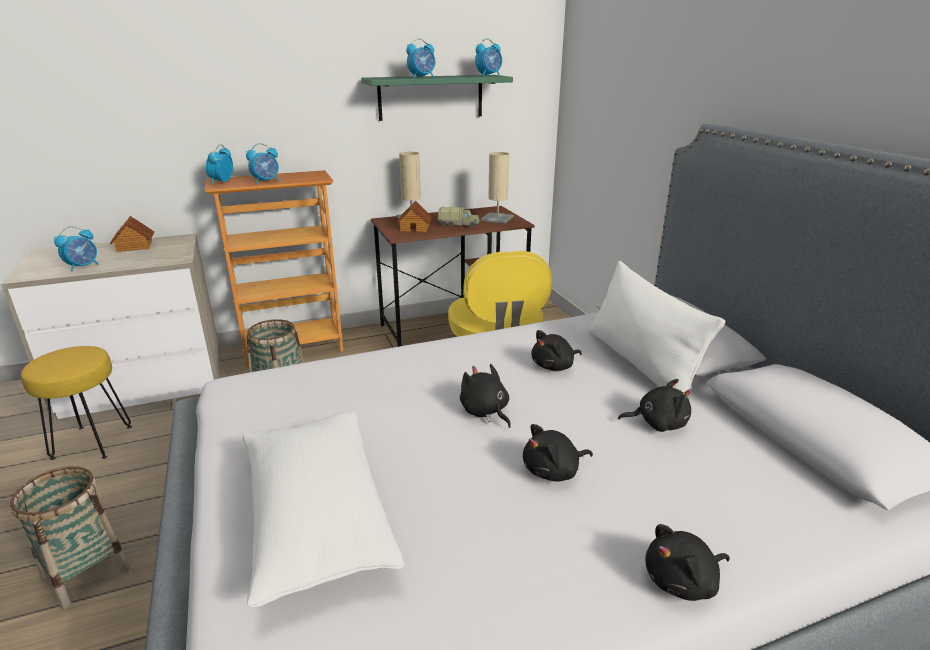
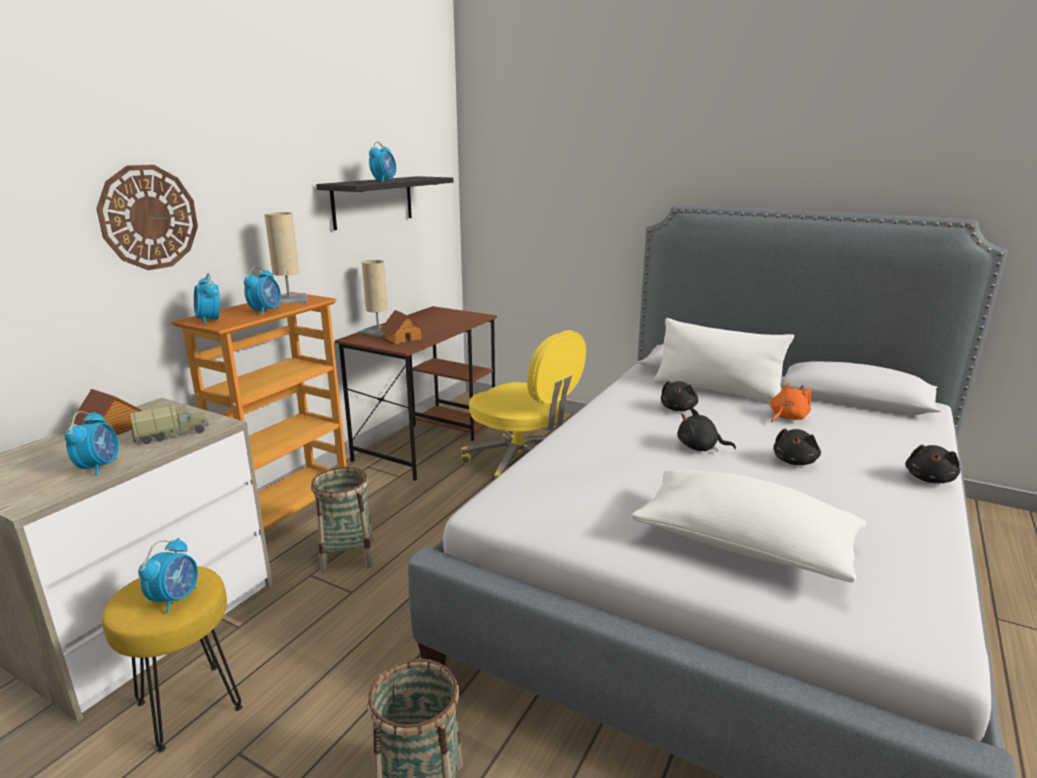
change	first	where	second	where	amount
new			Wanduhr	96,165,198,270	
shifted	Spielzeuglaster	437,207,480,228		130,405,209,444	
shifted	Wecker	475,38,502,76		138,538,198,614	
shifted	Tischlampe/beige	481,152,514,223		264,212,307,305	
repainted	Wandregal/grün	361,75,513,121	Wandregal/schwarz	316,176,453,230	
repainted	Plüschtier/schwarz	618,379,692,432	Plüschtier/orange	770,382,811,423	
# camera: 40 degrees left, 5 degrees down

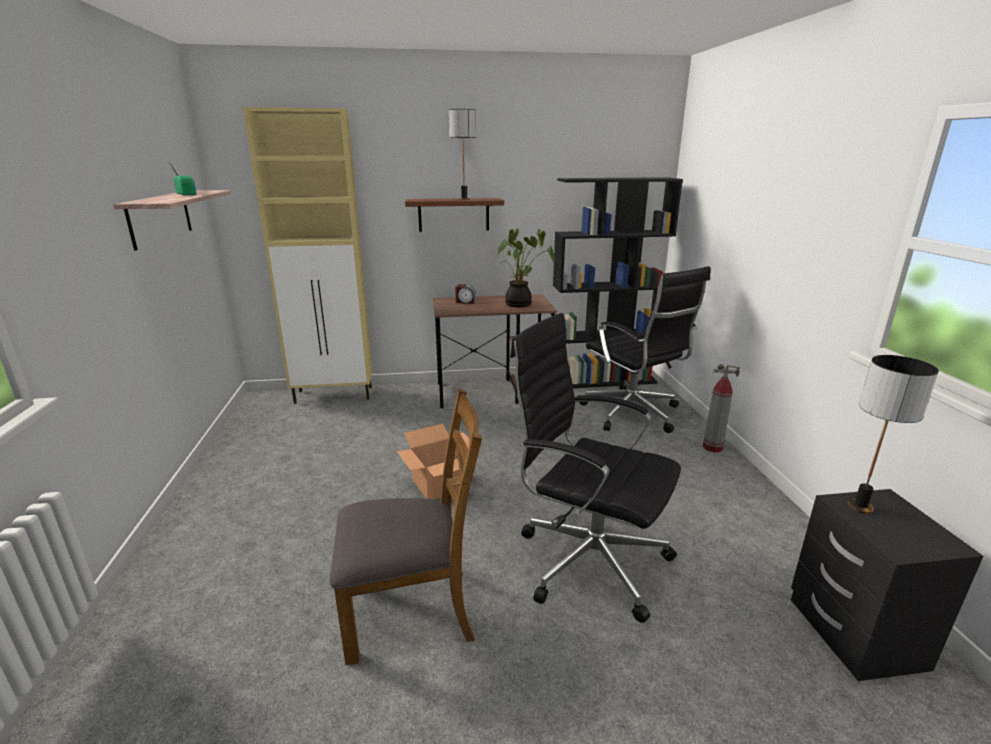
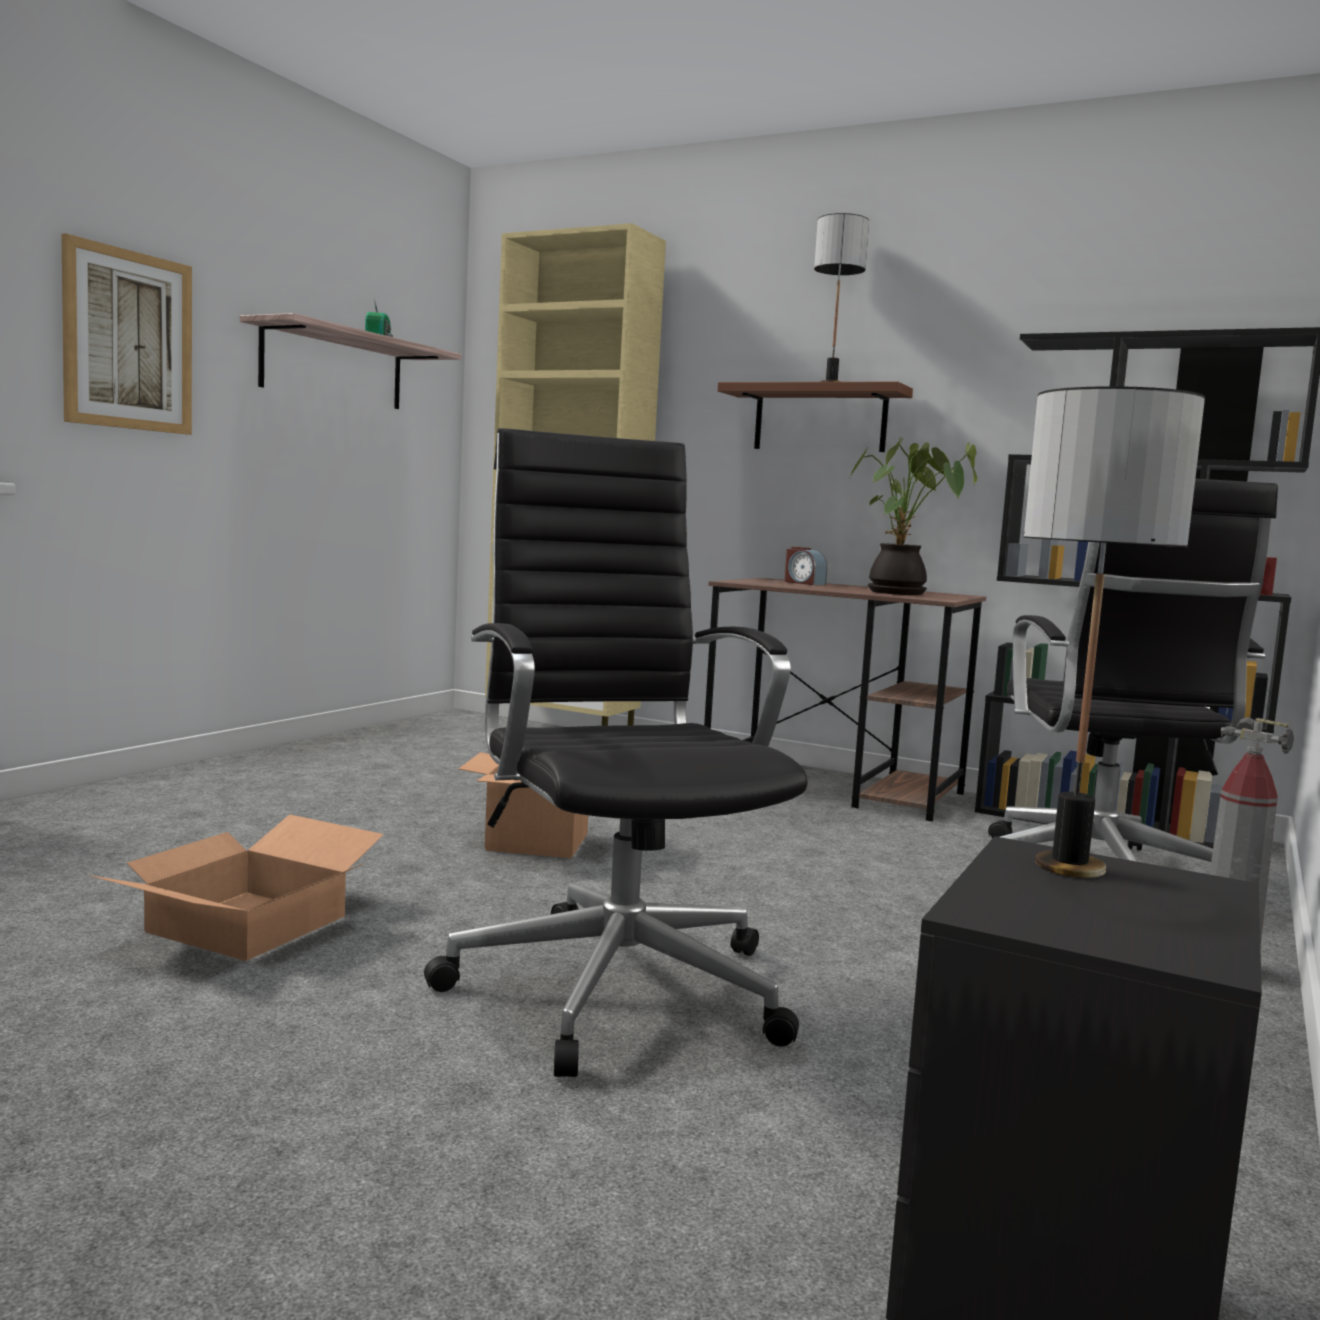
change	first	where	second	where	amount
new			Bild	61,233,192,435	
swapped	Stuhl/braun	330,389,482,665	Karton	89,814,384,961	
# camera: 35 degrees right, 15 degrees down

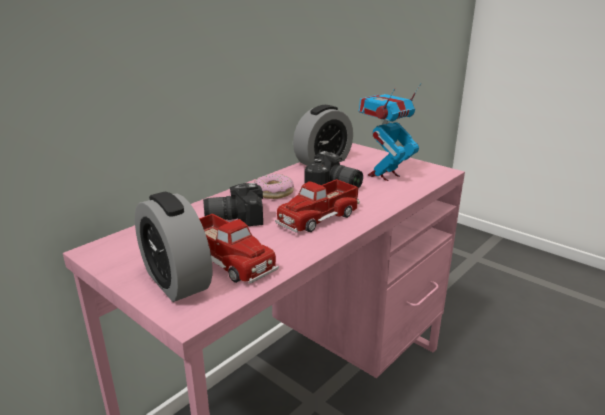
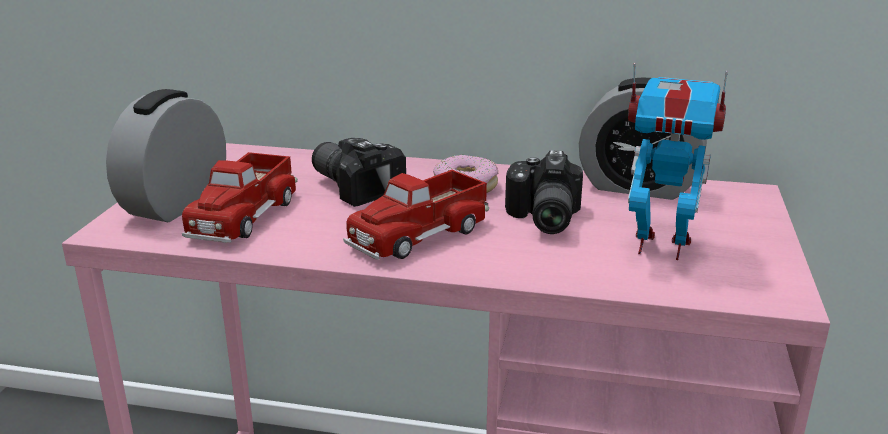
change	first	where	second	where	amount
rotated	Spielzeuglaster	275,179,360,233		343,170,489,260	60 degrees counterclockwise
# camera: 60 degrees right, 0 degrees up

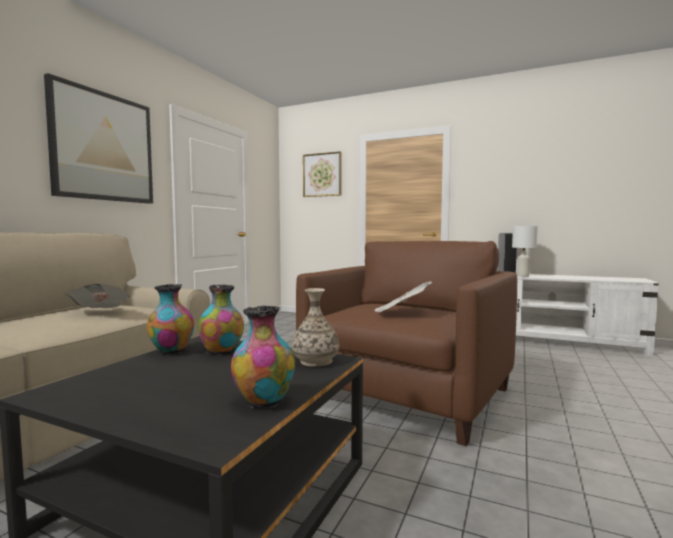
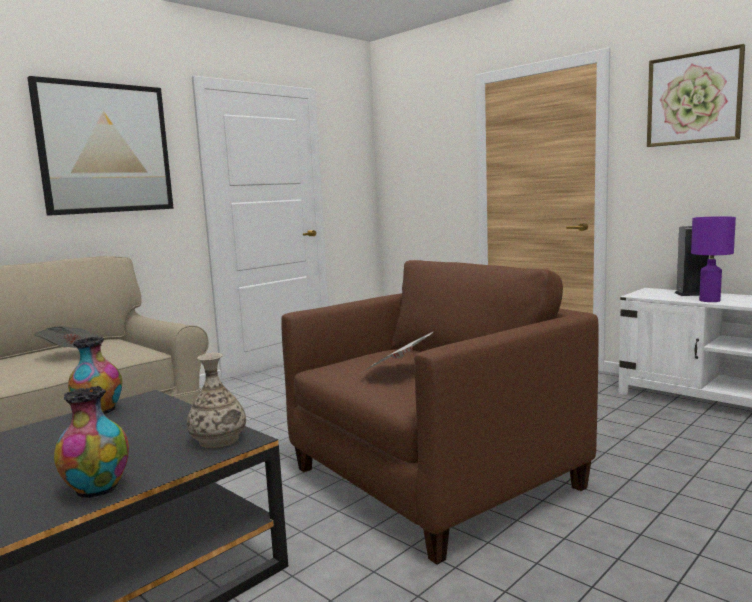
change	first	where	second	where	amount
shifted	Bild	303,151,342,197		647,44,745,147	
repainted	Tischlampe/weiß	512,226,538,277	Tischlampe/lila	691,216,736,302	
gone	Vase	198,285,244,356			
# camera: 20 degrees right, 5 degrees up

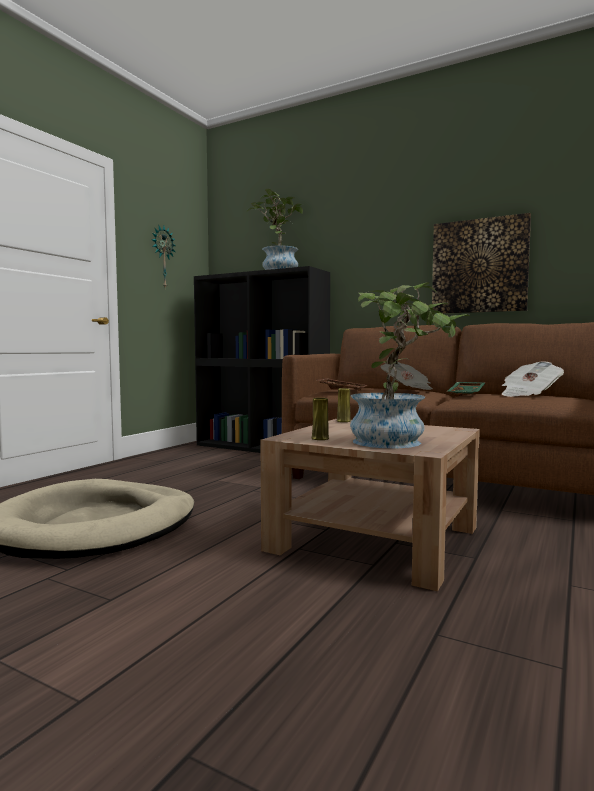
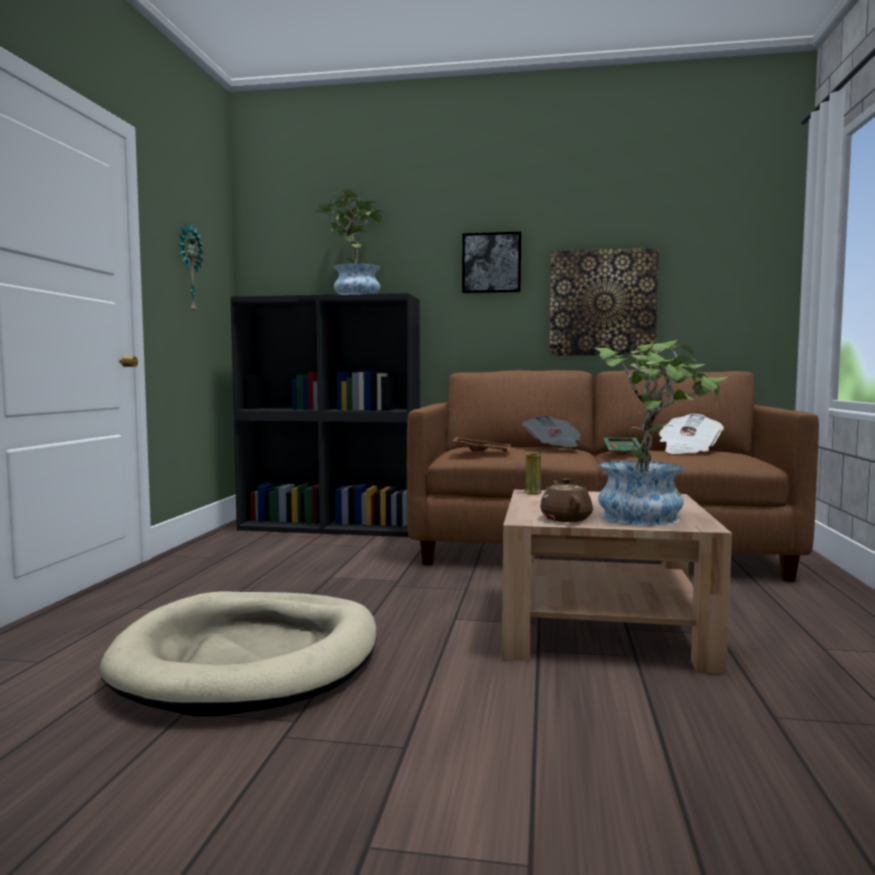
change	first	where	second	where	amount
new			Bild	462,232,522,294	
swapped	Vase/gelb	312,398,329,440	Teekanne/braun	540,479,593,522	
# camera: 20 degrees left, 0 degrees up

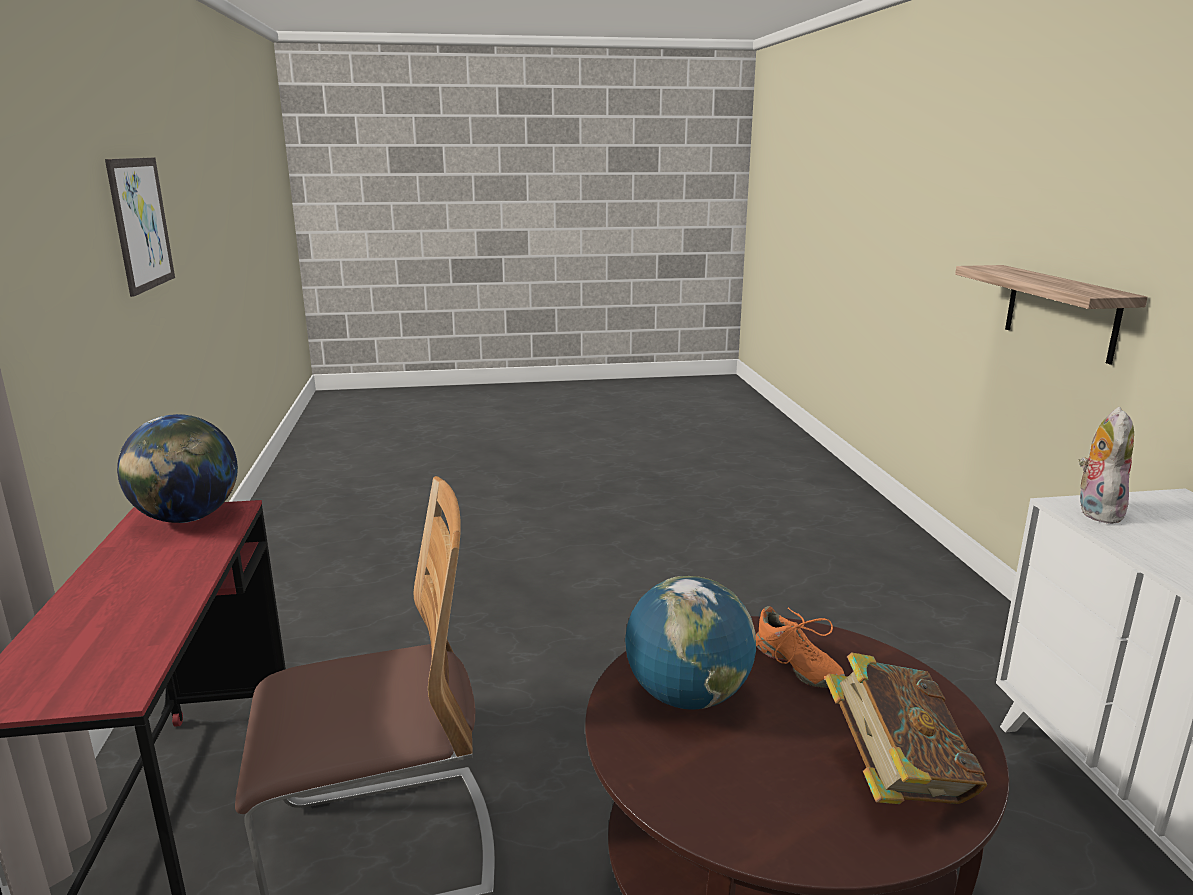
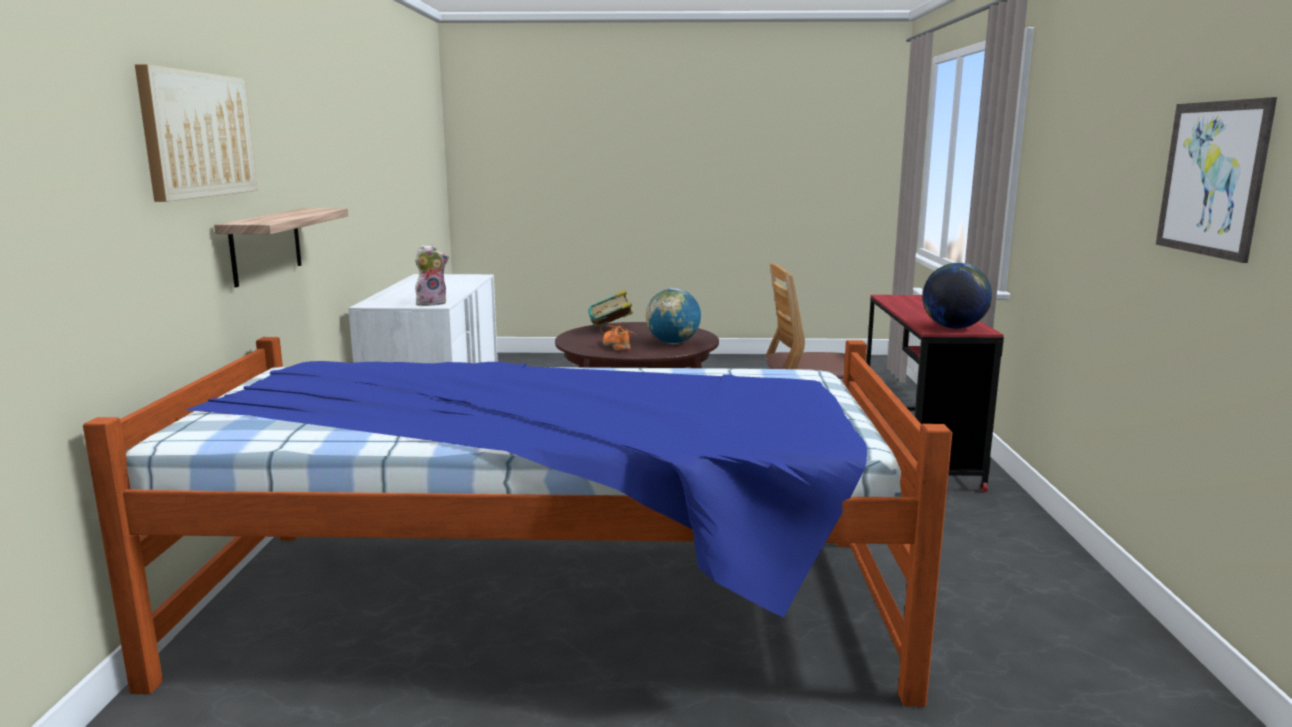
change	first	where	second	where	amount
new			Bett	83,337,952,707	
new			Bild	135,64,257,202	
rotated	Plüschtier	1079,407,1134,524		415,244,449,306	150 degrees counterclockwise
# camera: 170 degrees left, 5 degrees down

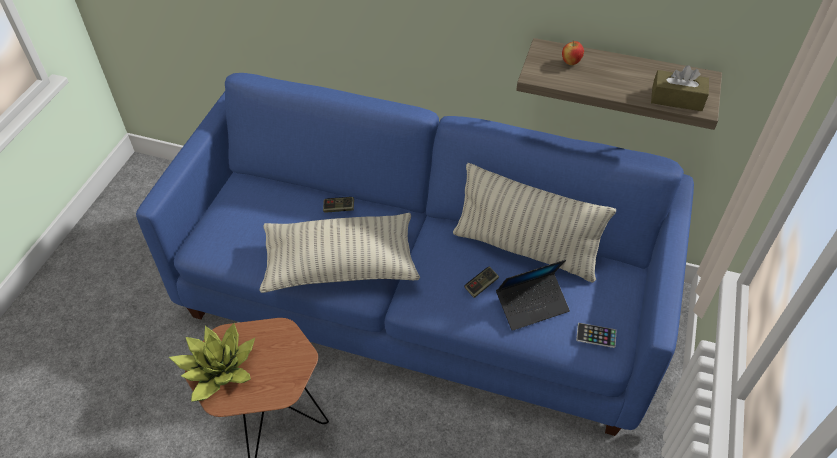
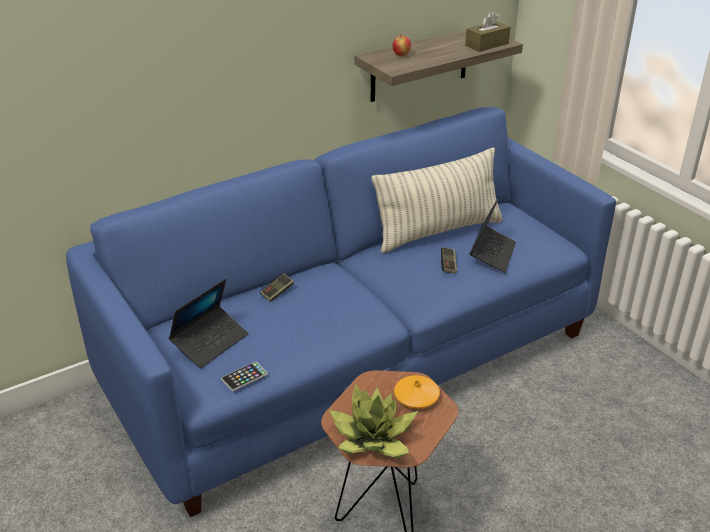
change	first	where	second	where	amount
new			Laptop	169,279,249,368	
shifted	Handy	576,323,617,348		221,361,268,391	
new			Vase/orange	394,375,440,409	
gone	Kissen	259,213,420,293			
# camera: 50 degrees left, 15 degrees down

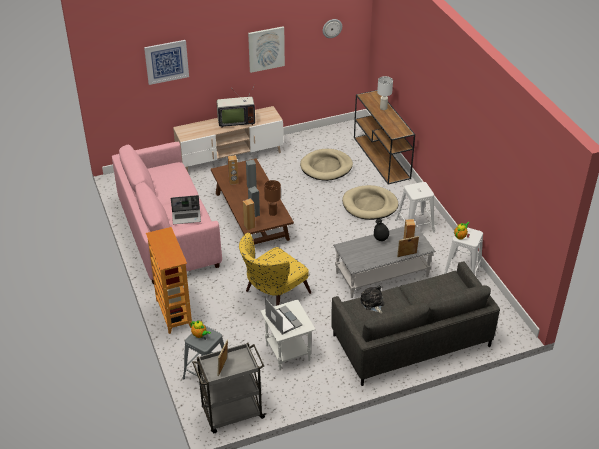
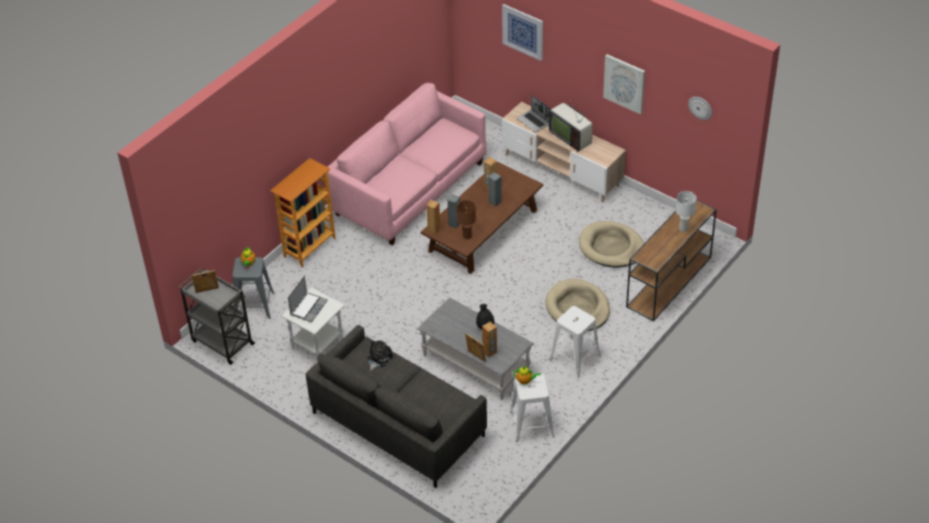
change	first	where	second	where	amount
shifted	Laptop	171,195,201,224		517,95,551,132	
gone	Sessel/gelb	239,233,311,306			
# camera: 60 degrees right, 5 degrees up

